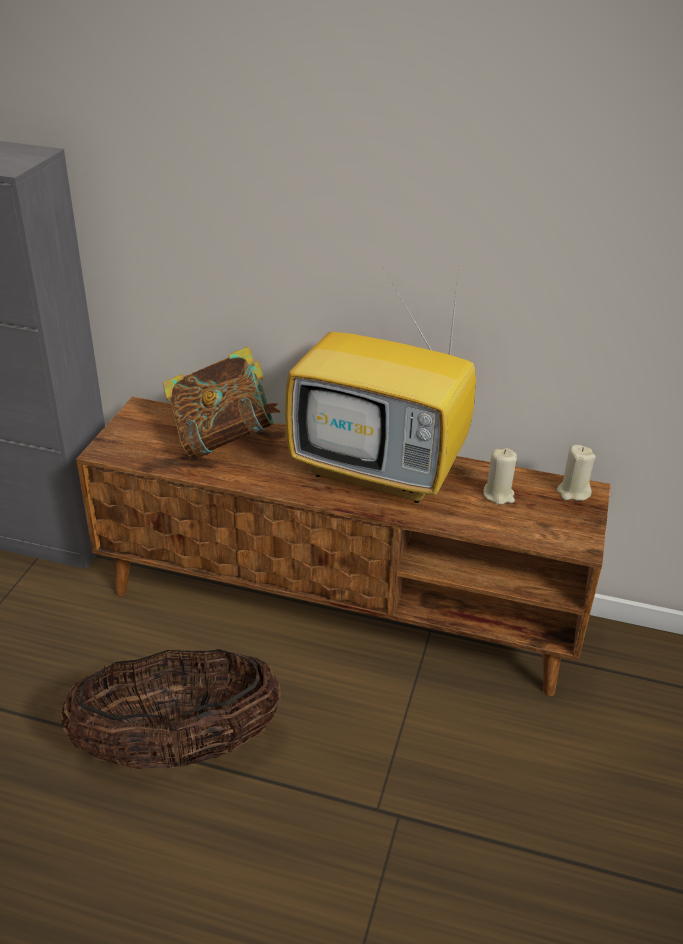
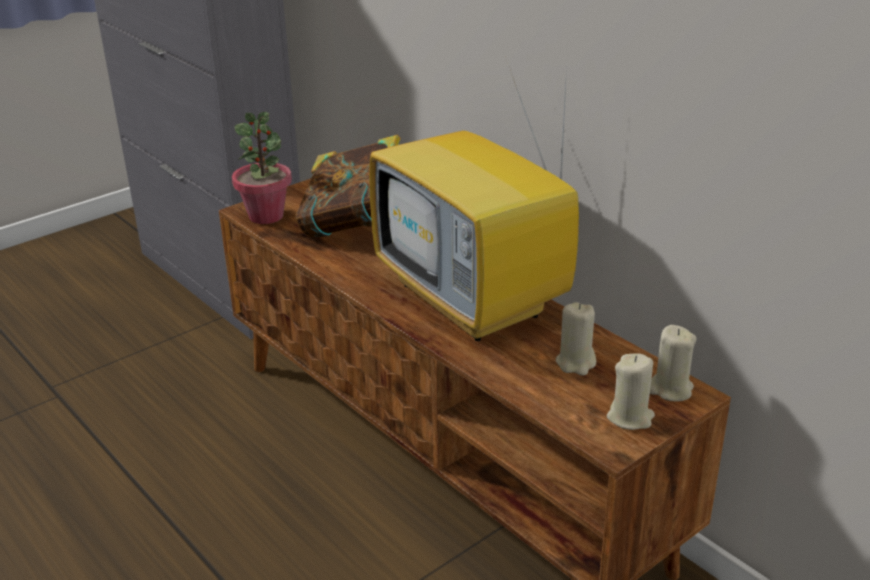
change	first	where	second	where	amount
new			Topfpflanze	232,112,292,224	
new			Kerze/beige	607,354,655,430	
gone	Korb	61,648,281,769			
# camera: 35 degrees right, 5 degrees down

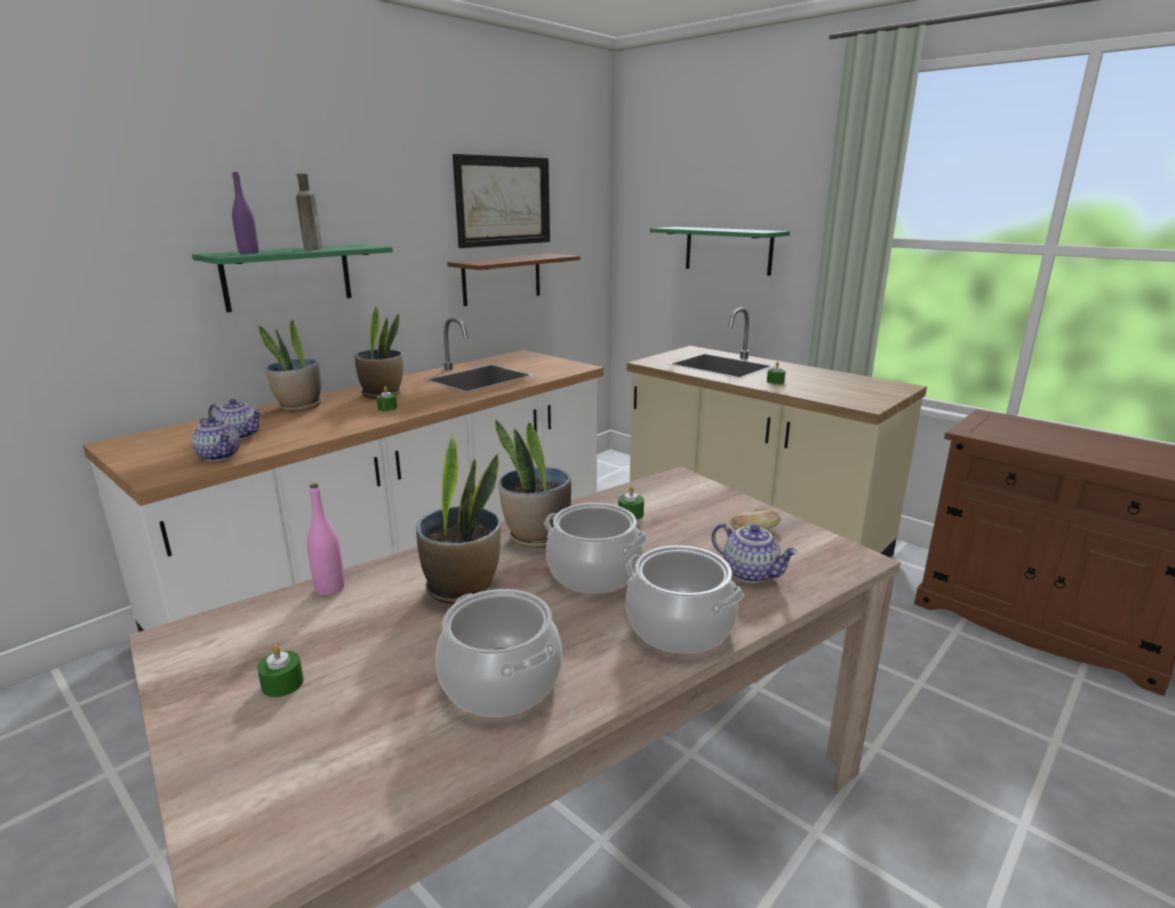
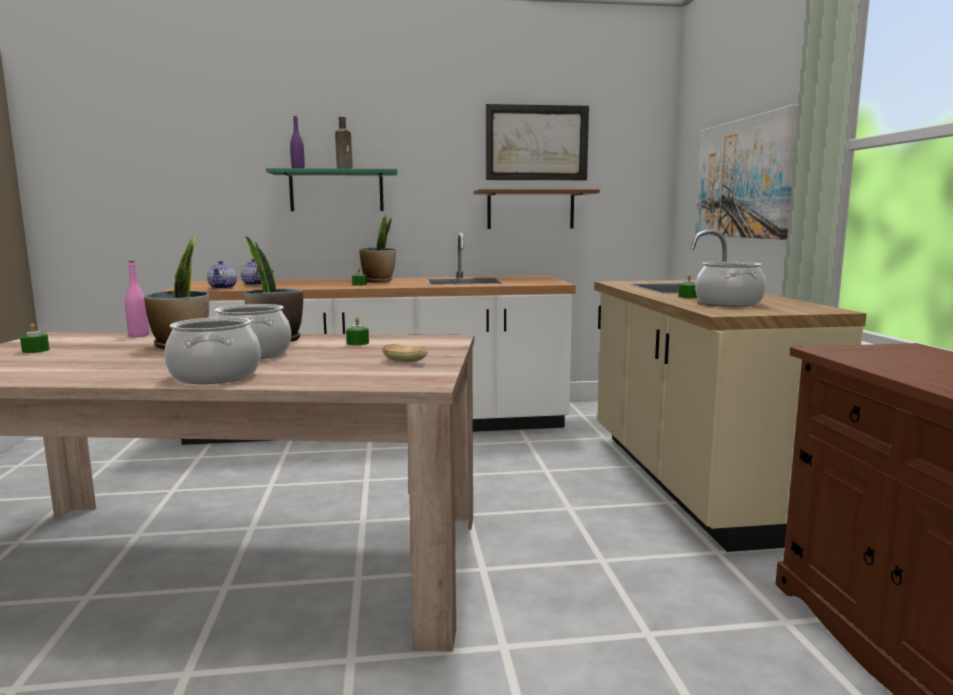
change	first	where	second	where	amount
swapped	Wandregal/grün	650,227,790,276	Bild	695,104,799,239	
shifted	Kochtopf	436,589,562,717		695,262,766,307	
gone	Topfpflanze	259,319,321,411			
gone	Teekanne	711,523,798,583			
# camera: 40 degrees right, 10 degrees down

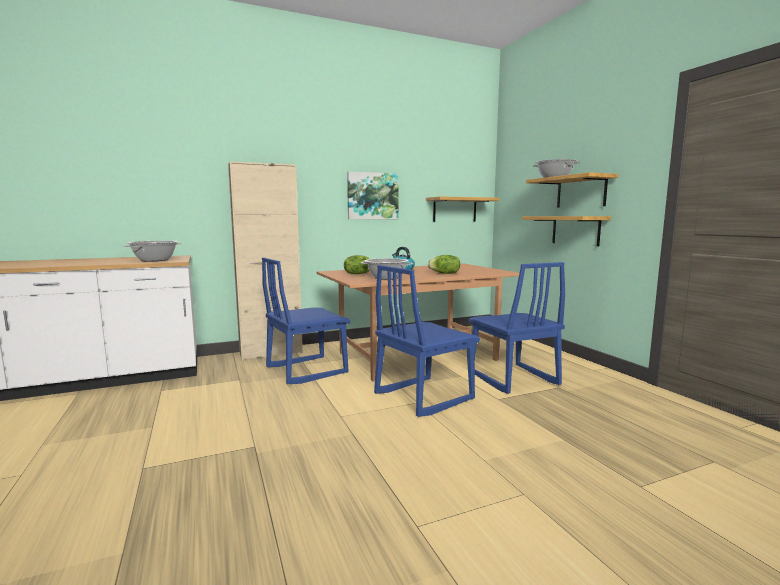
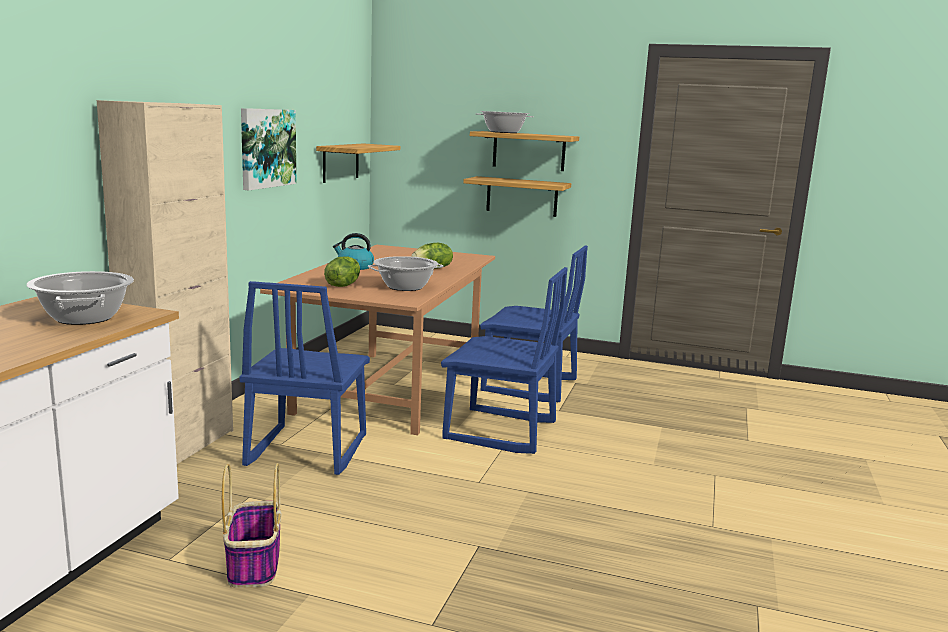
change	first	where	second	where	amount
new			Korb	222,463,281,588	
rotated	Stuhl/blau	374,265,480,417		441,267,568,454	75 degrees counterclockwise
# camera: 50 degrees left, 5 degrees up

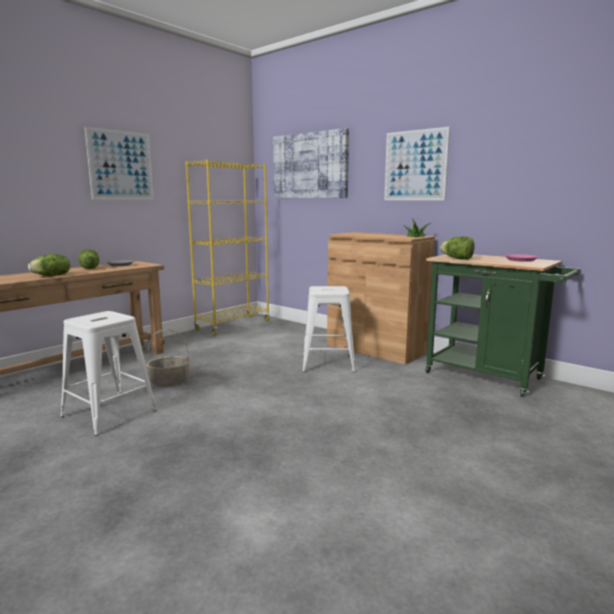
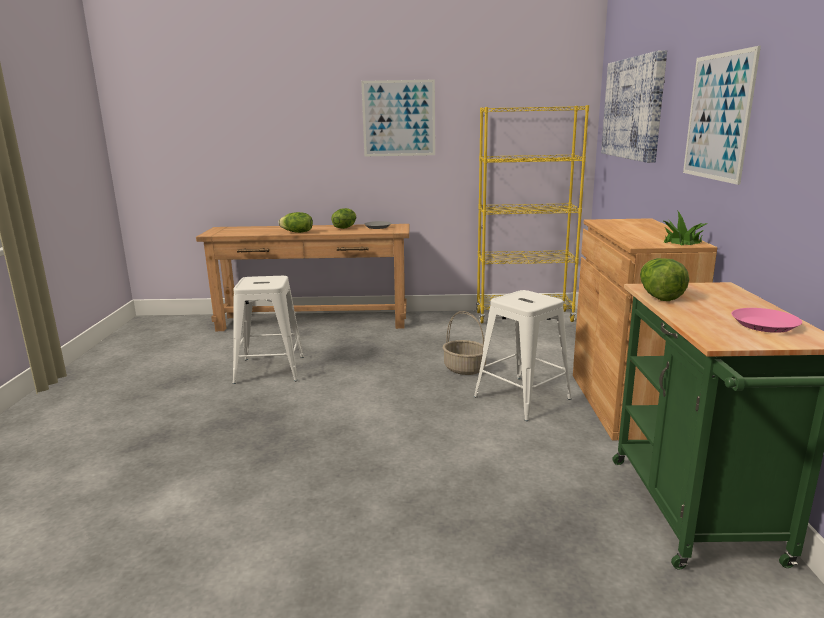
change	first	where	second	where	amount
shifted	Korb	146,329,190,387		443,311,486,375	
# camera: 50 degrees right, 5 degrees up

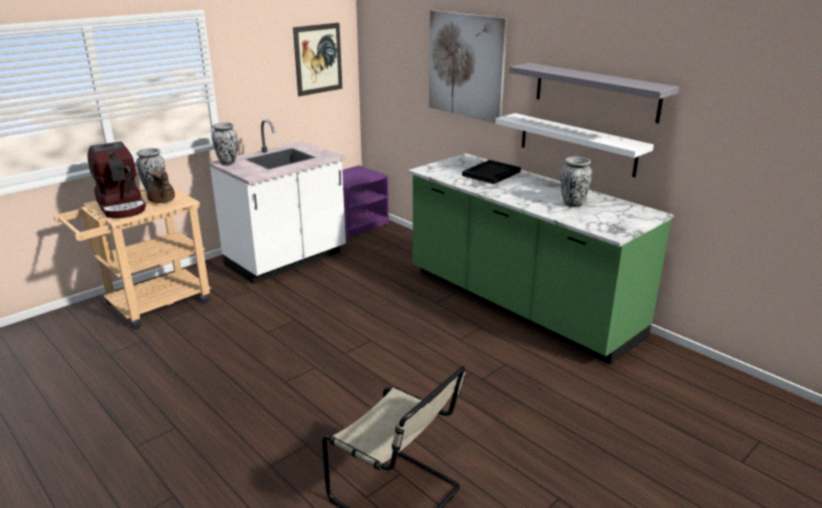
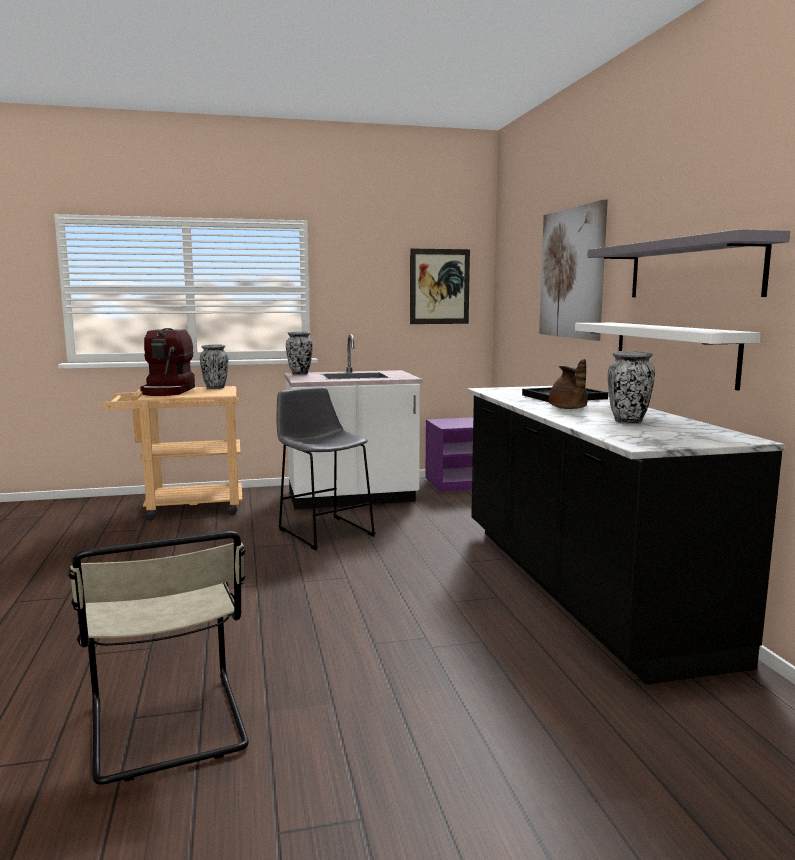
change	first	where	second	where	amount
new			Hocker/grau	277,387,375,550	
repainted	Küchenzeile/grün	408,153,674,365	Küchenzeile/schwarz	467,386,785,685	
shifted	Teekanne/braun	147,171,175,203		549,359,588,409	
# camera: 30 degrees right, 15 degrees down

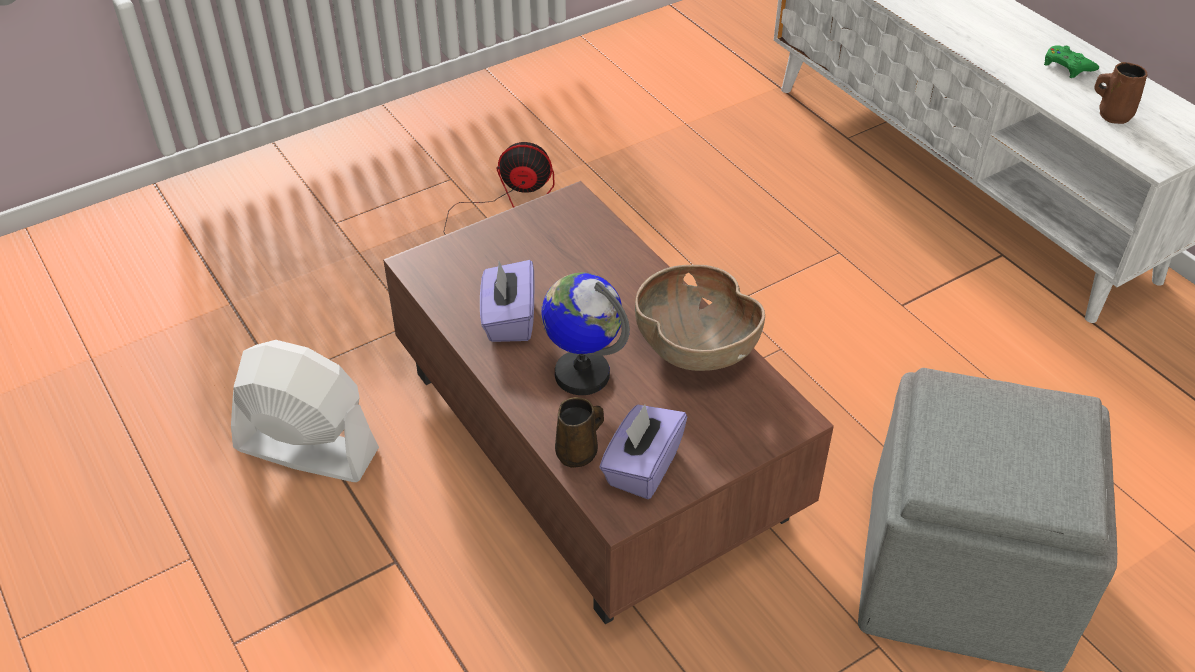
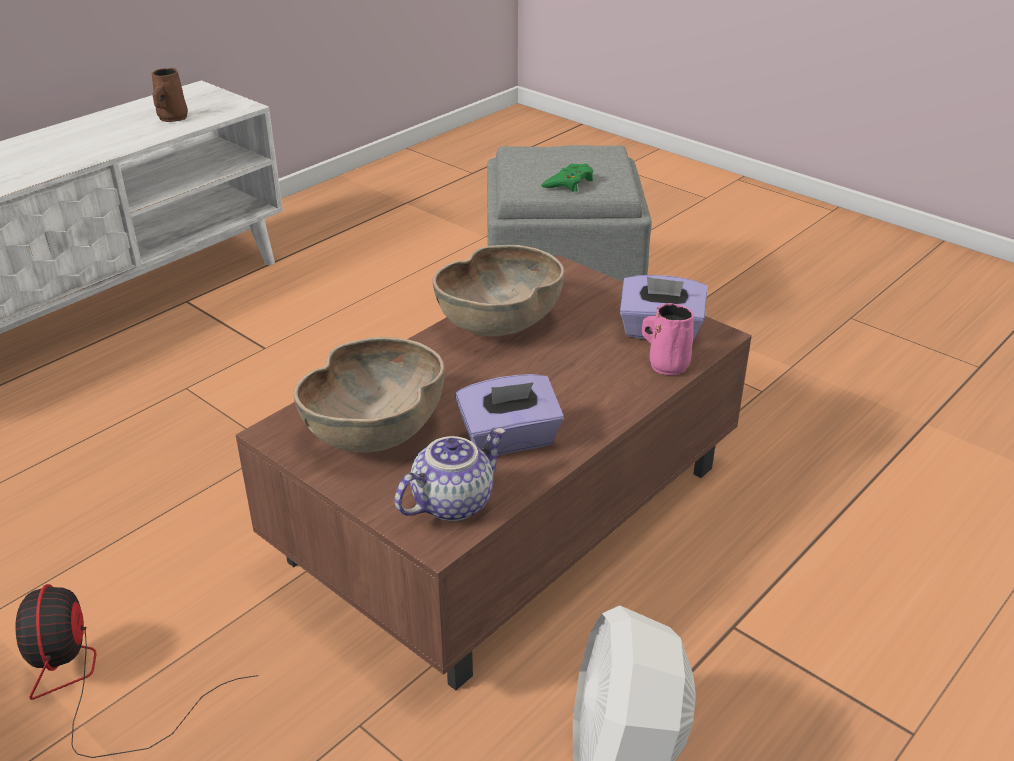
change	first	where	second	where	amount
new			Schüssel/braun	294,337,445,453	
new			Teekanne	395,427,506,521	
shifted	Gamepad/grün	1044,45,1099,78		541,164,593,192	
repainted	Henkelbecher/braun	555,397,604,468	Henkelbecher/rosa	642,303,694,375	
gone	Globus	541,272,630,395			
# camera: 105 degrees left, 10 degrees down

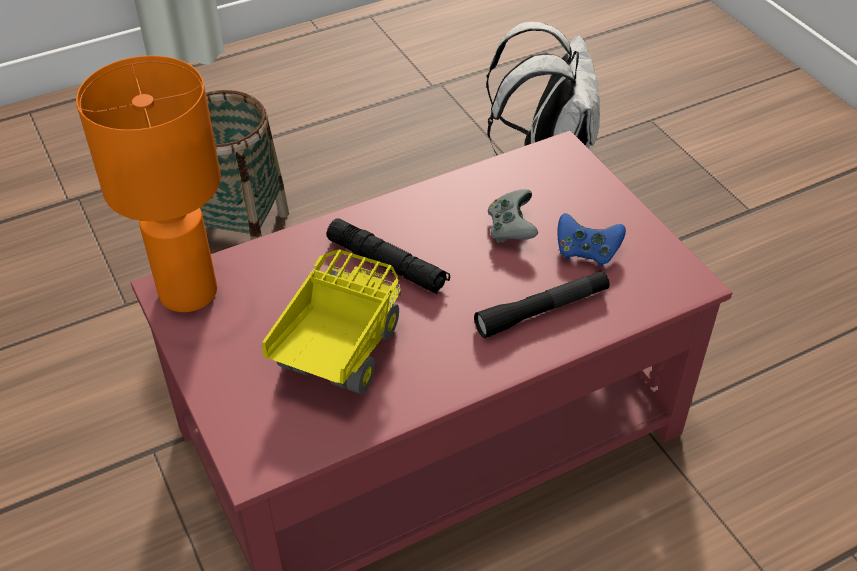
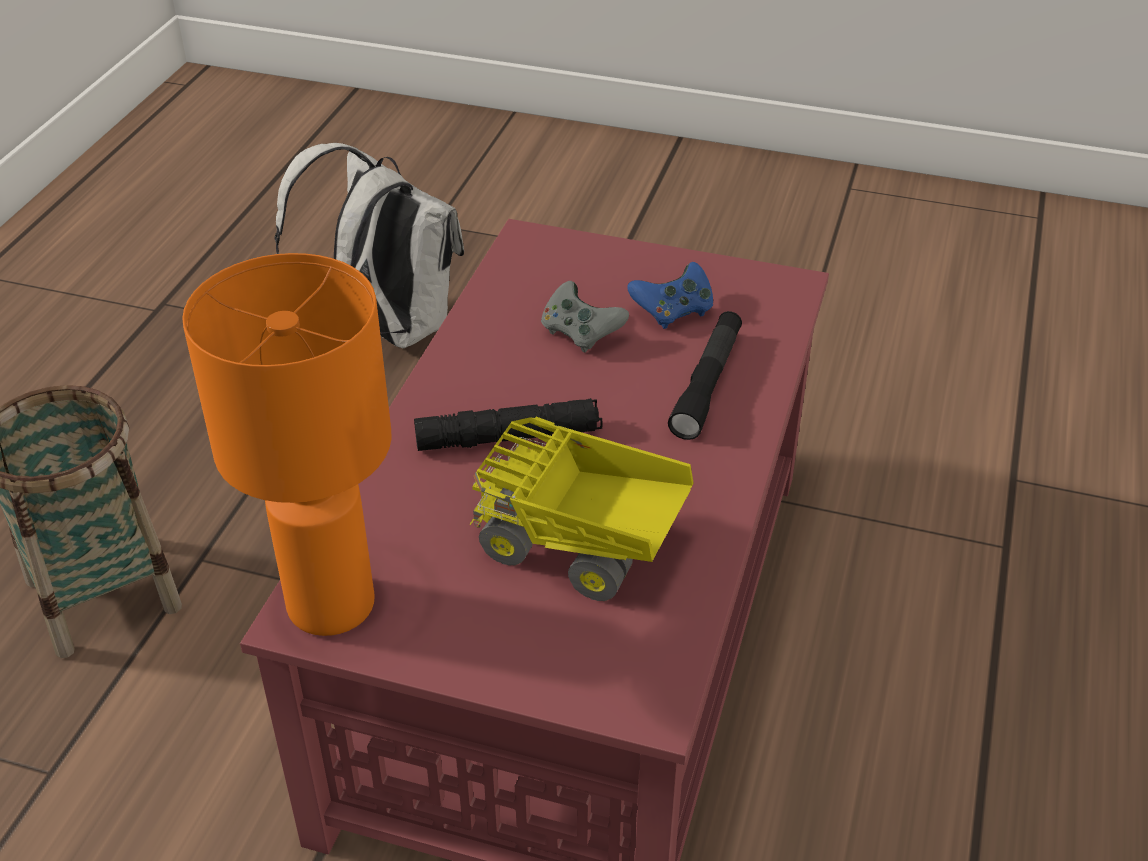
change	first	where	second	where	amount
rotated	Spielzeuglaster	262,249,401,395		469,417,693,601	45 degrees counterclockwise
# camera: 45 degrees left, 5 degrees down

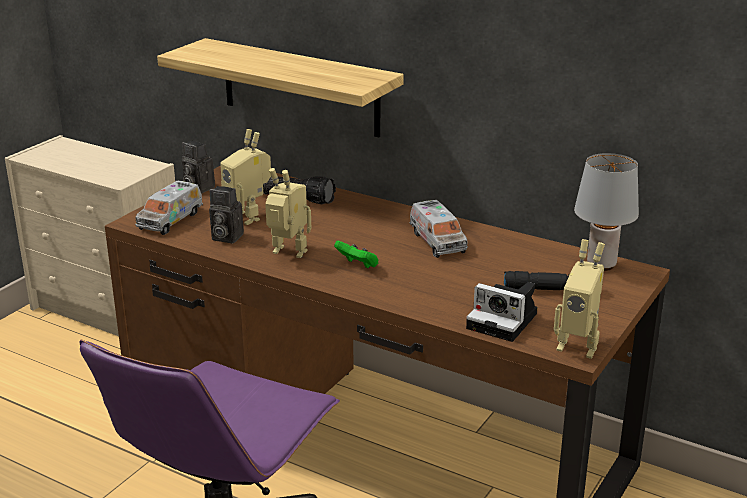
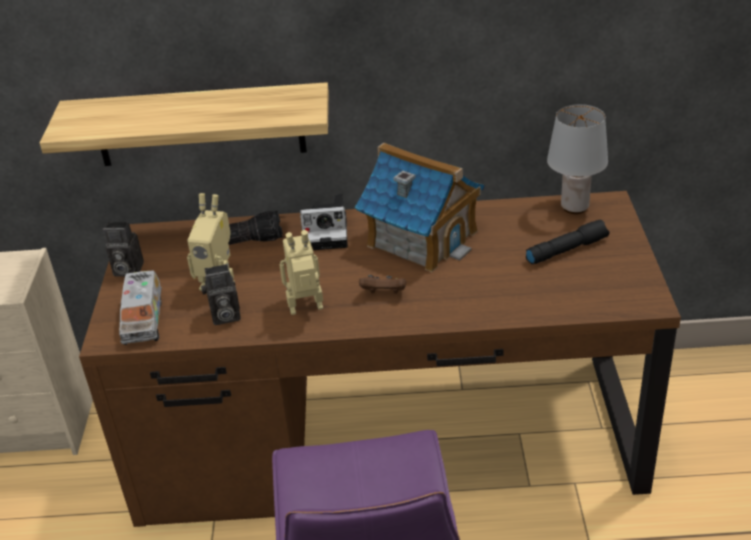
change	first	where	second	where	amount
shifted	Kamera	466,282,537,342		300,194,348,250	
swapped	Spielzeuglaster	410,200,468,258	Spielzeughaus	355,143,485,272	
repainted	Gamepad/grün	334,240,378,269	Gamepad/braun	359,275,406,294	
gone	Spielzeugroboter	554,239,605,359			
# camera: 30 degrees left, 10 degrees up

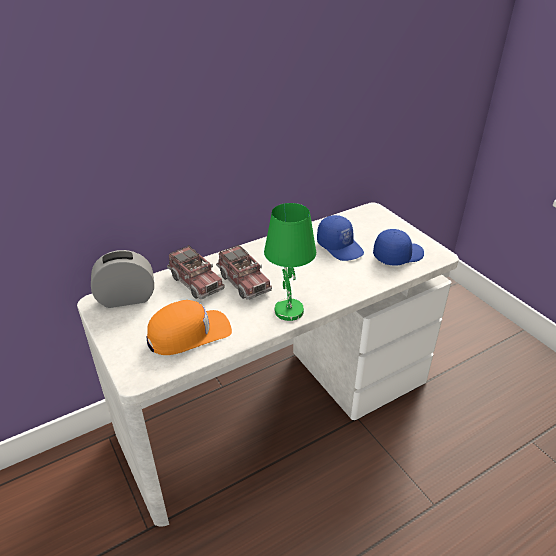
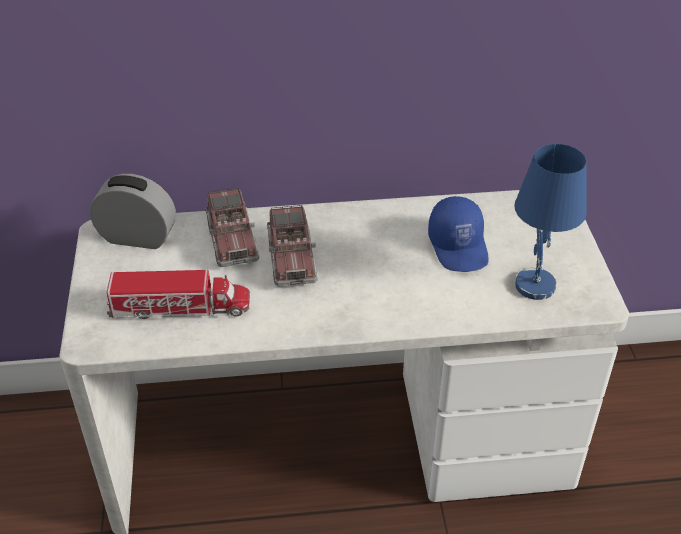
change	first	where	second	where	amount
swapped	Kappe/orange	147,300,232,355	Spielzeuglaster	107,270,250,319	
swapped	Kappe/blau	373,229,424,265	Tischlampe/blau	515,144,587,300	
gone	Tischlampe/grün	264,203,316,321			
# camera: 25 degrees right, 5 degrees up

